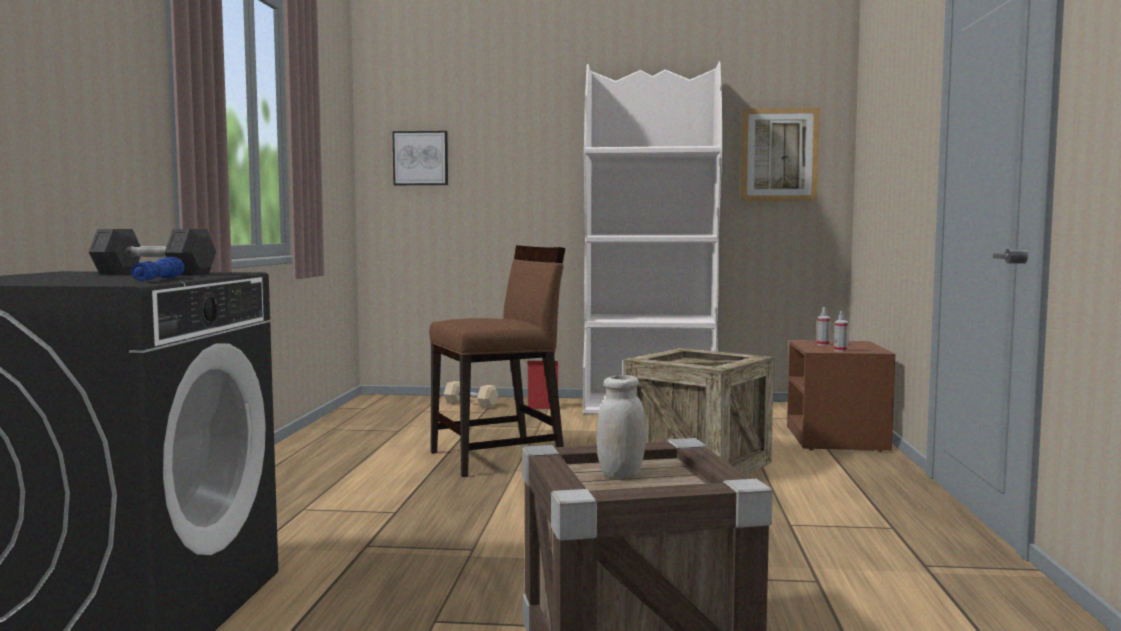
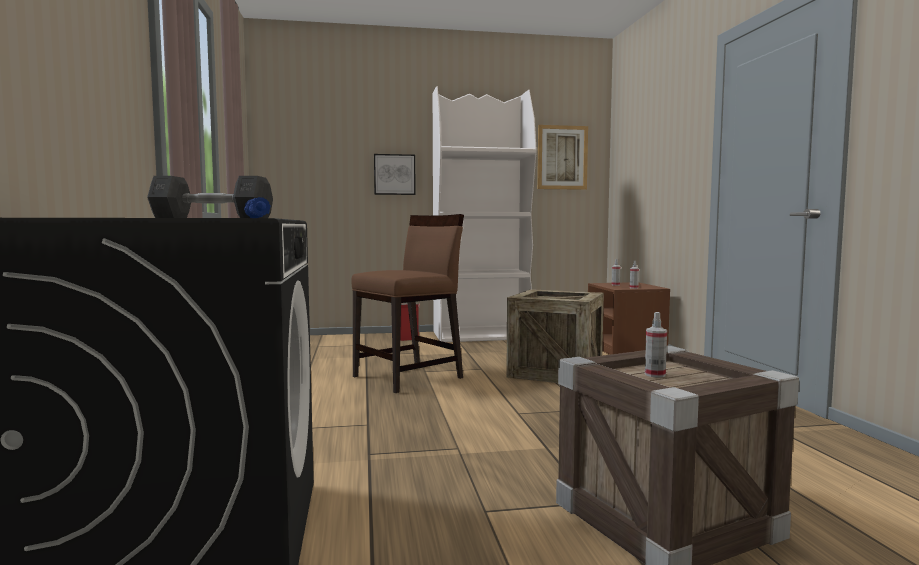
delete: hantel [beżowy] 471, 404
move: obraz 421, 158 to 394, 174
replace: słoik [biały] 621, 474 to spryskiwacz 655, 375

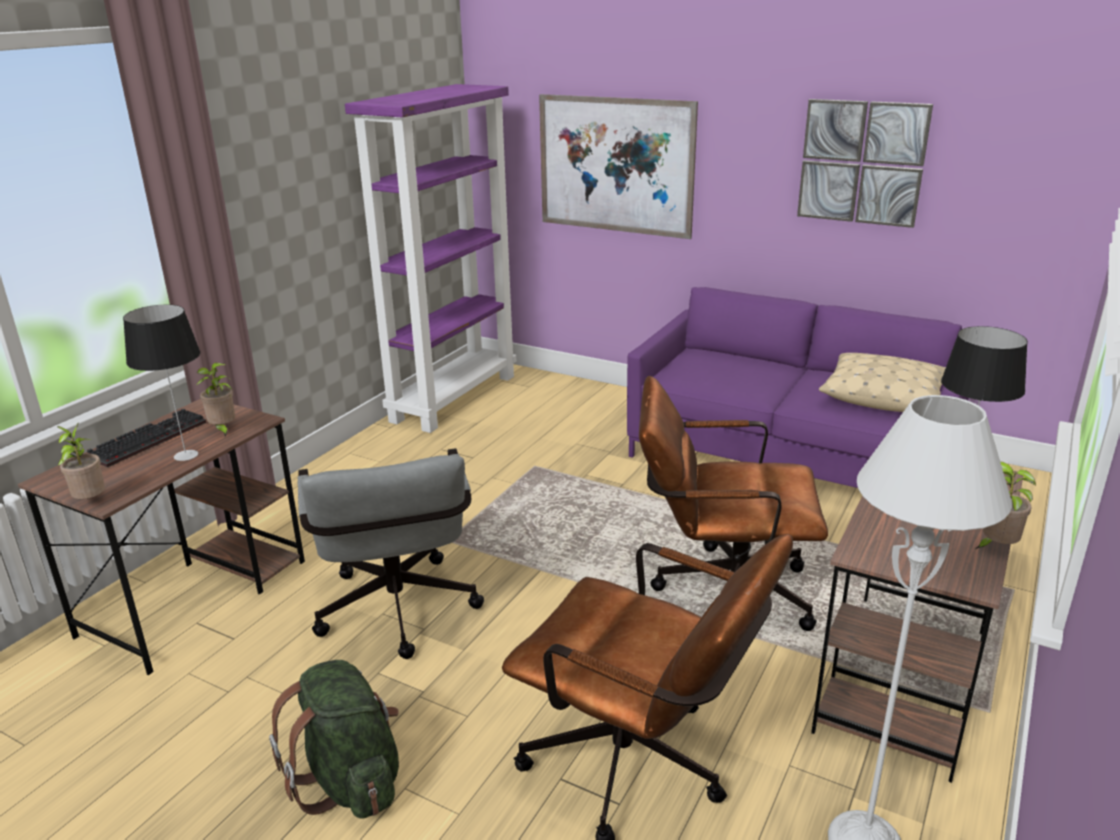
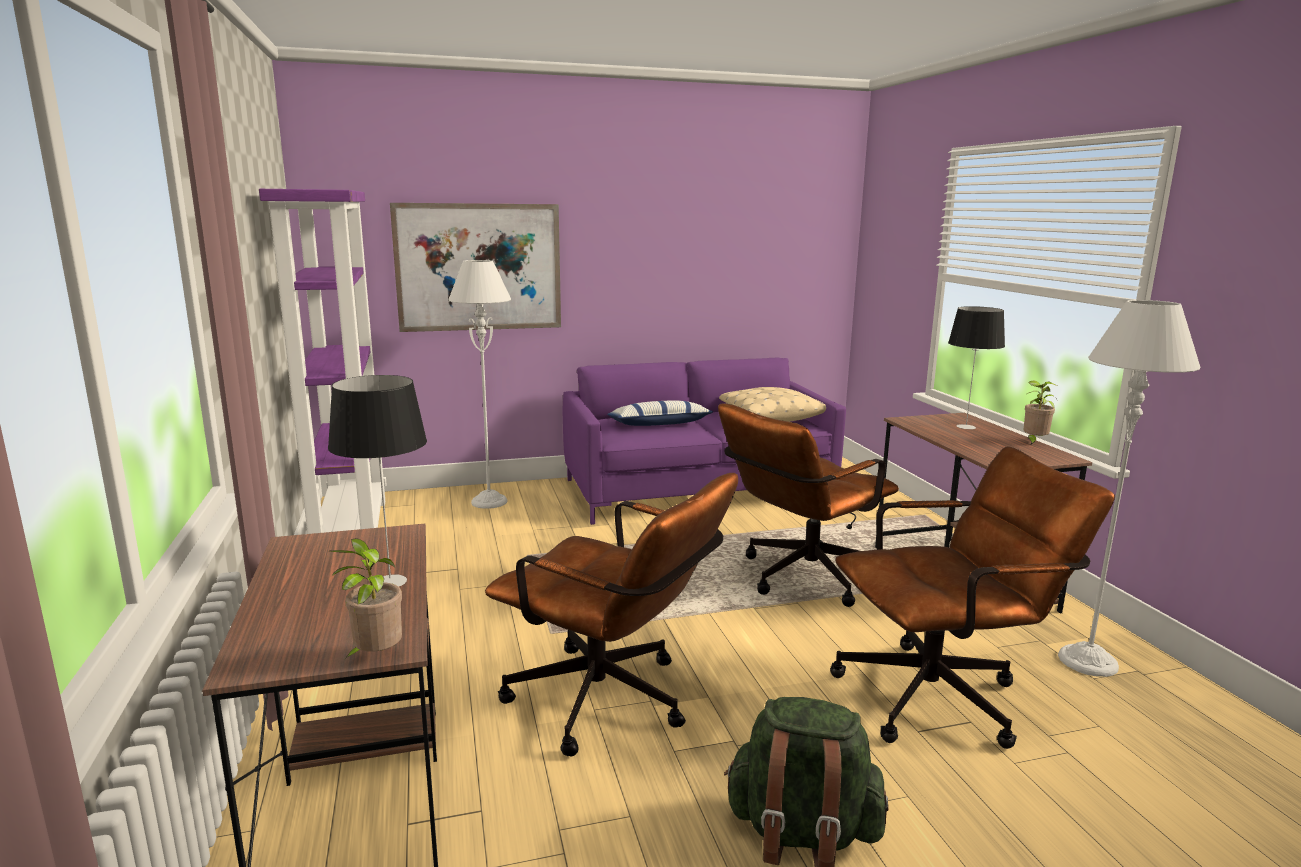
delete: klawiatura 149, 439; roślina doniczkowa 223, 430; obraz 862, 162
insert: lampa stojąca [szary] 489, 502; poduszka 659, 424
recolor: krzesło biurowe [szary] 398, 616 to krzesło biurowe [brązowy] 612, 704

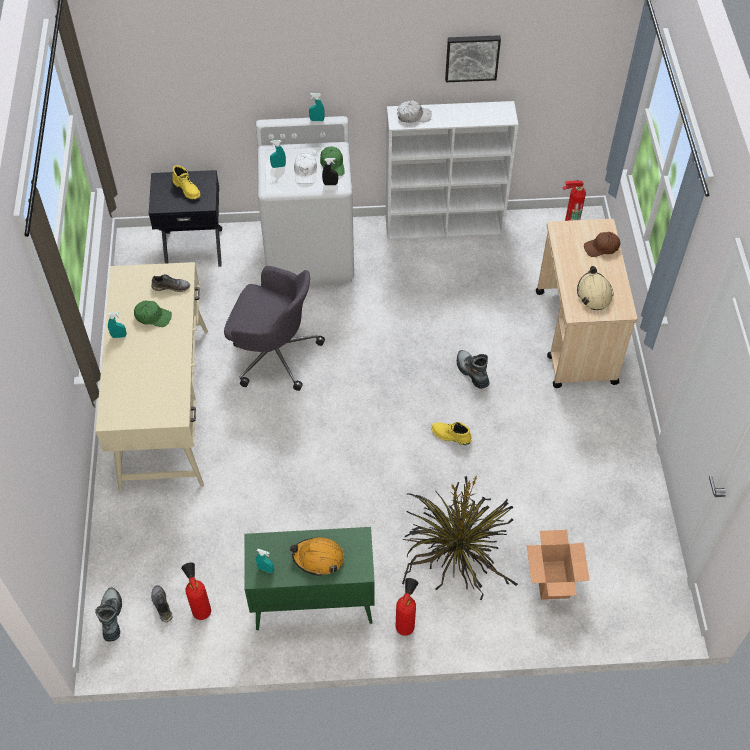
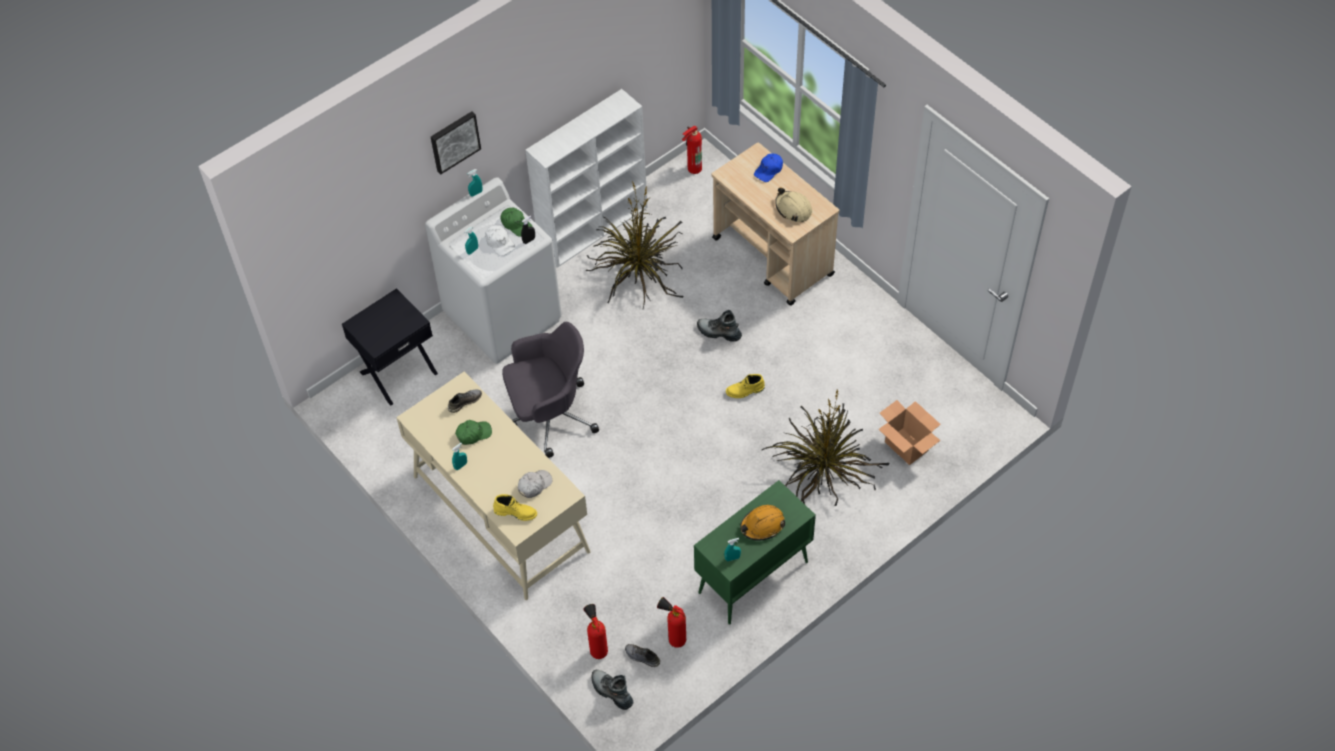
insert: roślina doniczkowa 637, 272
move: but z cholewką [żółty] 187, 189 to 516, 512; gaśnica 406, 623 to 597, 648; czapka z daszkiem [biały] 413, 116 to 534, 485; obraz 472, 57 to 454, 141
recolor: czapka z daszkiem [brązowy] 601, 248 to czapka z daszkiem [niebieski] 769, 170

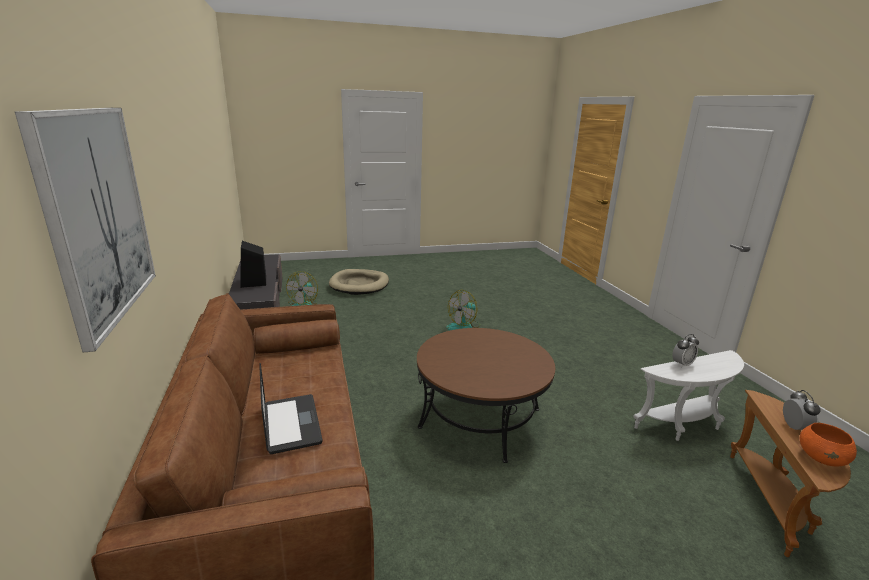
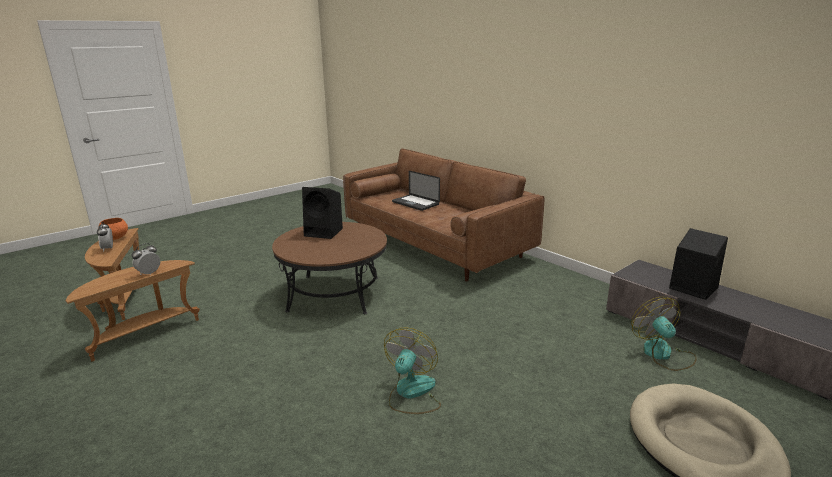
delete: obraz 98, 216
insert: głośnik [czarny] 324, 232
recolor: stolik [biały] 685, 425 to stolik [brązowy] 144, 334

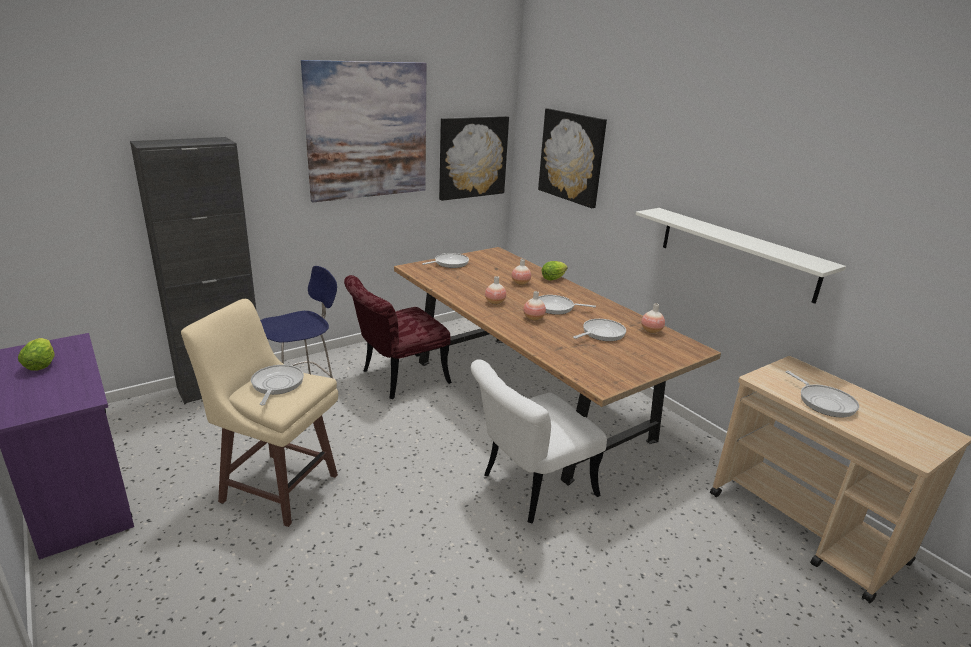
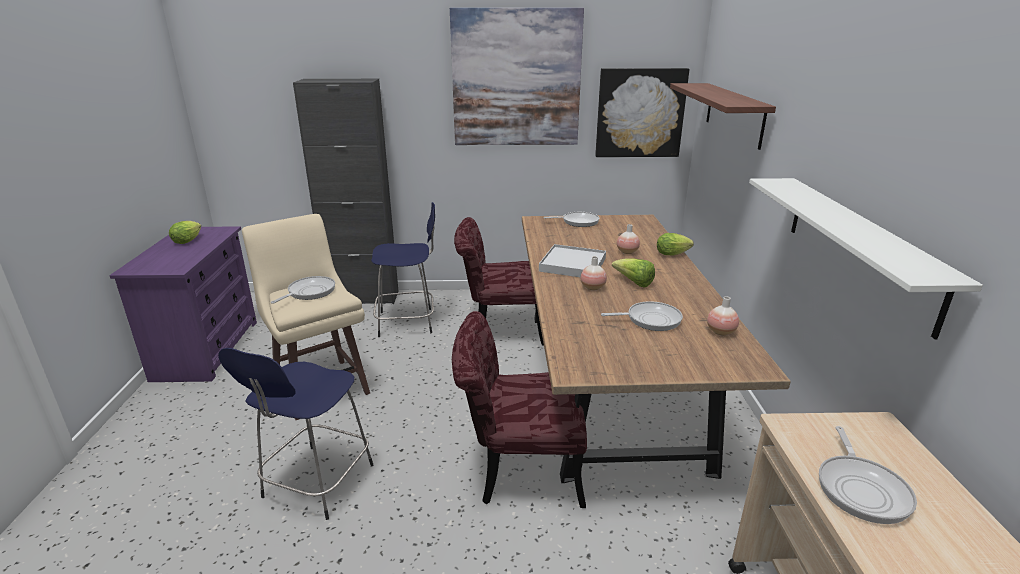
insert: stołek [niebieski] 316, 483
replace: wazon 495, 302 to taca [biały] 573, 264; obraz 572, 157 to półka 734, 114; patelnia 556, 308 to sałata 634, 283
recolor: krzesło [biały] 529, 488 to krzesło [czerwony] 518, 470

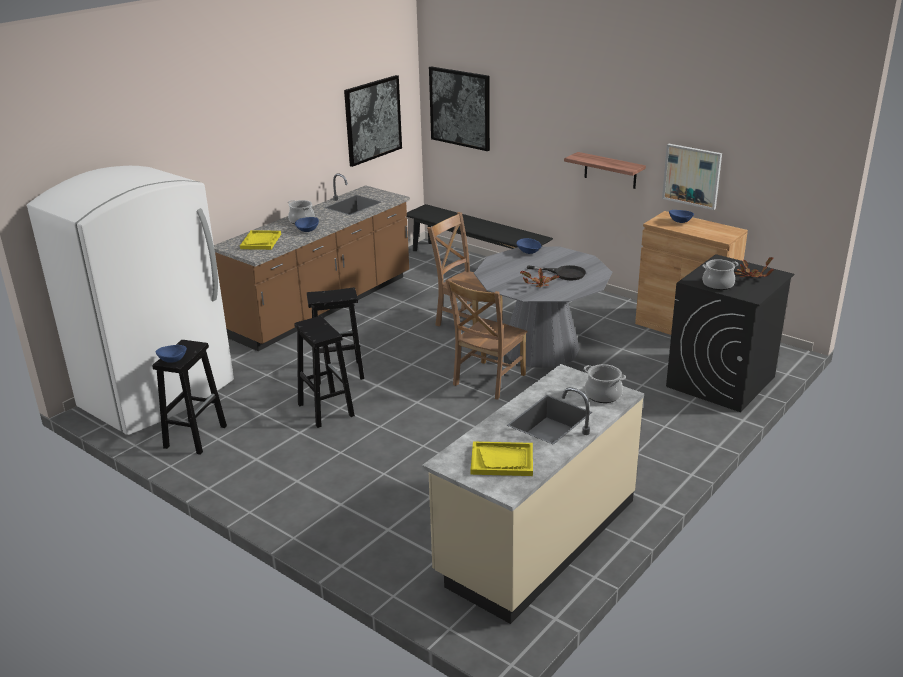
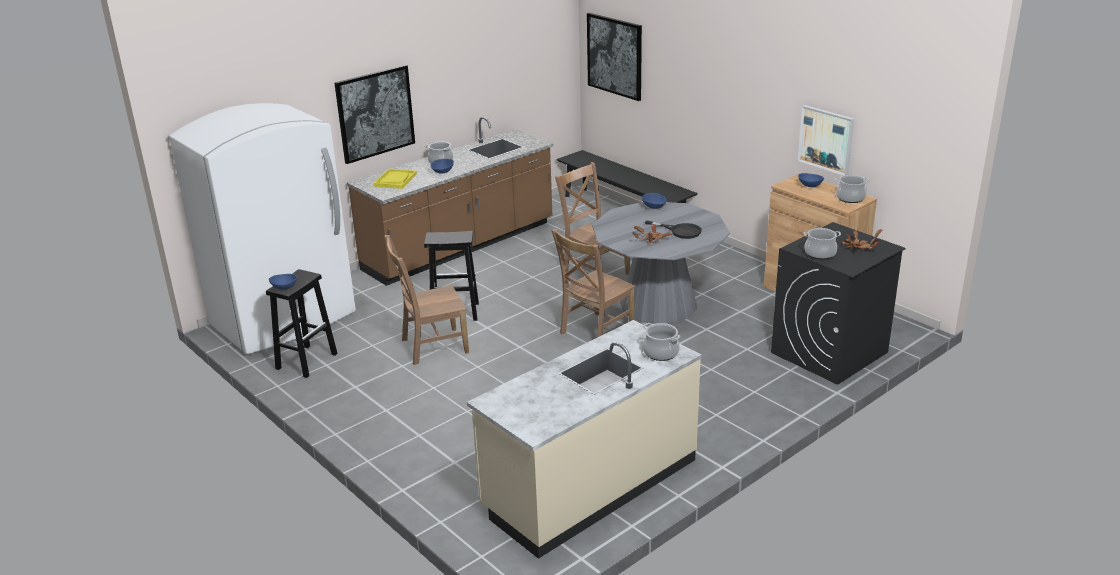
delete: taca [żółty] 502, 460; półka 610, 170
insert: garnek 850, 198
move: obraz 373, 120 to 375, 113
replace: stołek [czarny] 325, 409 to krzesło [brązowy] 431, 346

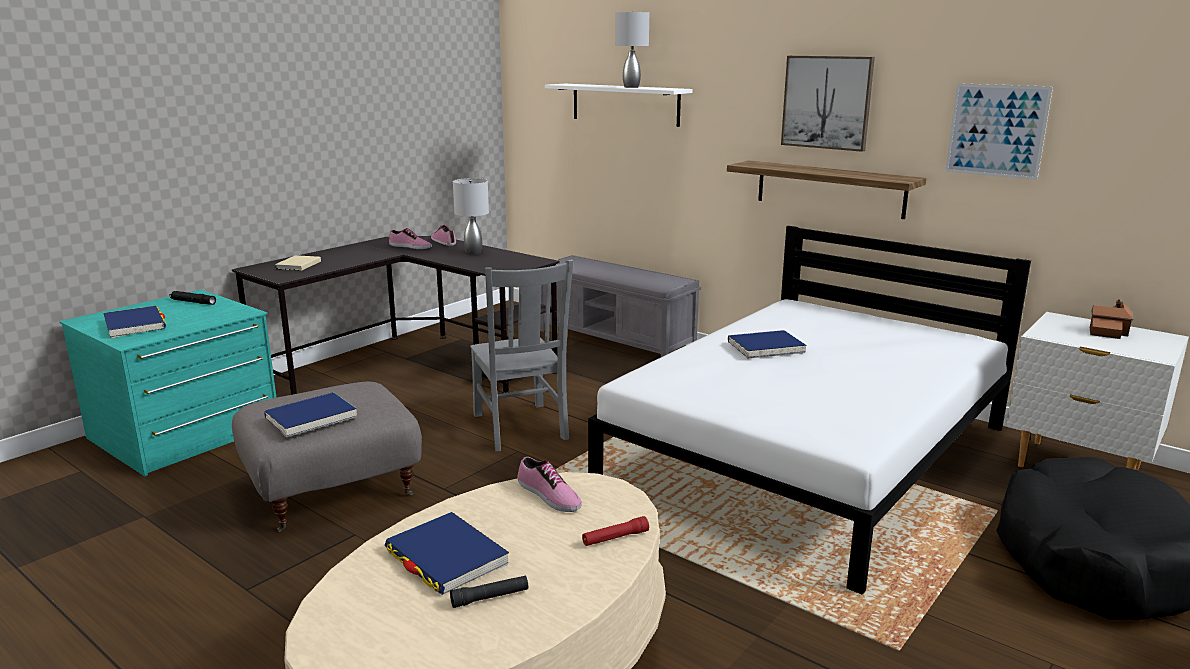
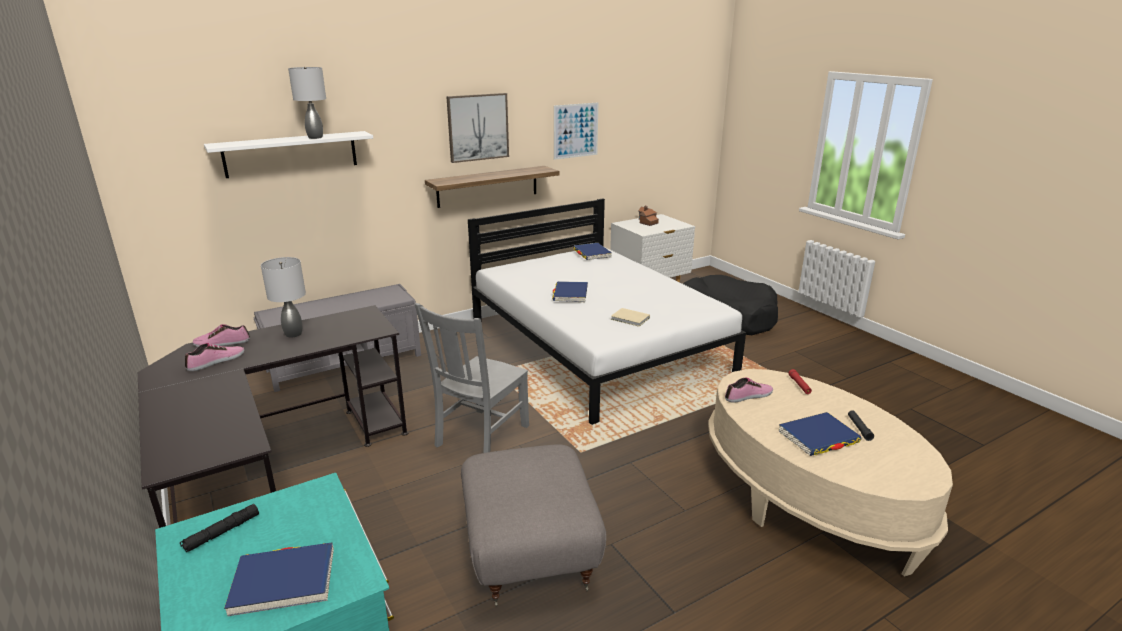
move: książka [niebieski] 311, 418 to 592, 253; książka [beżowy] 297, 265 to 630, 319
rotate: krzesło [szary] 520, 428 = 480, 437 120 degrees clockwise

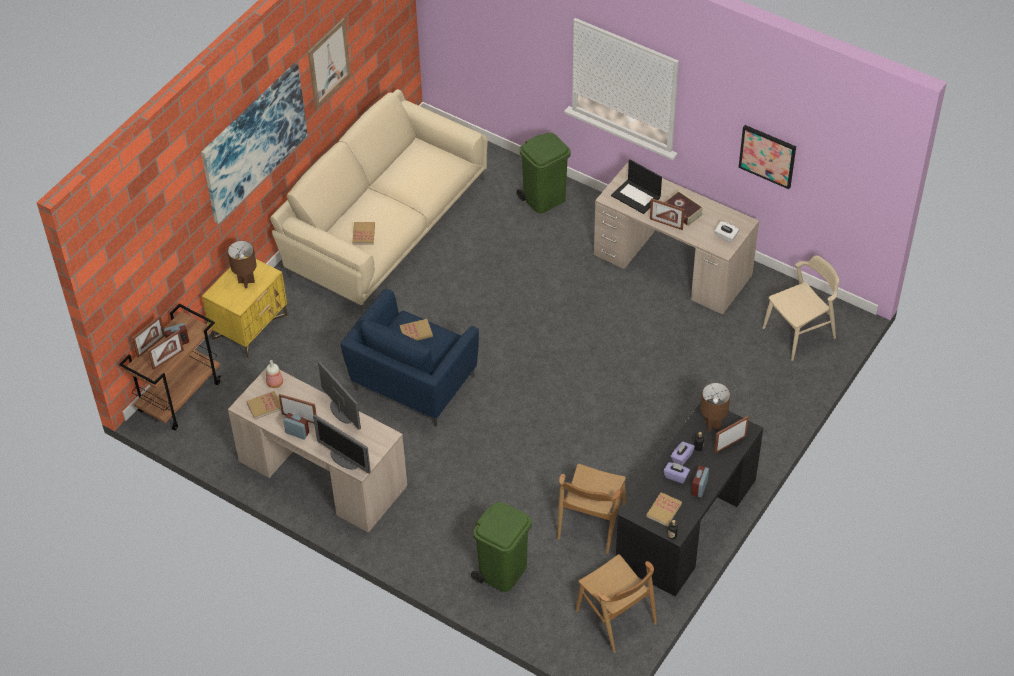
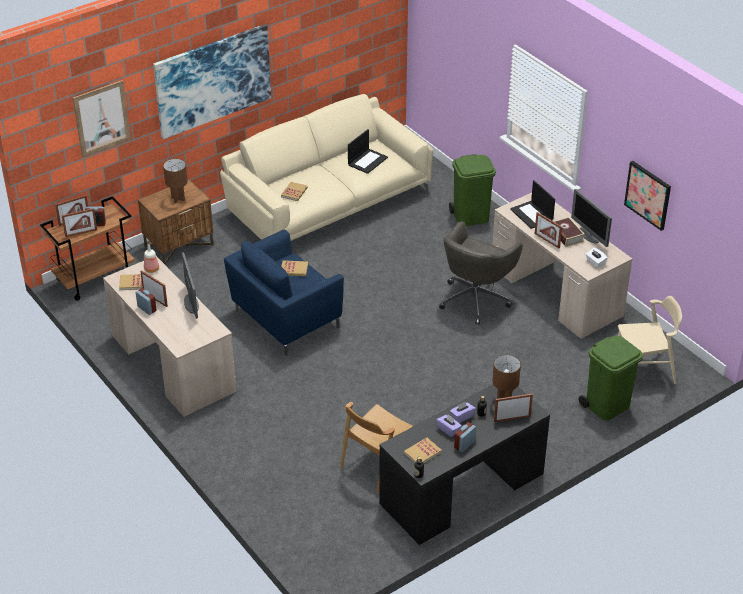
delete: krzesło [brązowy] 616, 617
insert: laptop 367, 161; krzesło biurowe [szary] 475, 299
move: obraz 329, 63 to 102, 118; monitor 344, 460 to 589, 235; kosz na śmieci [zielony] 503, 571 to 607, 405
recolor: szafka nocna [żółty] 250, 327 to szafka nocna [brązowy] 179, 245

